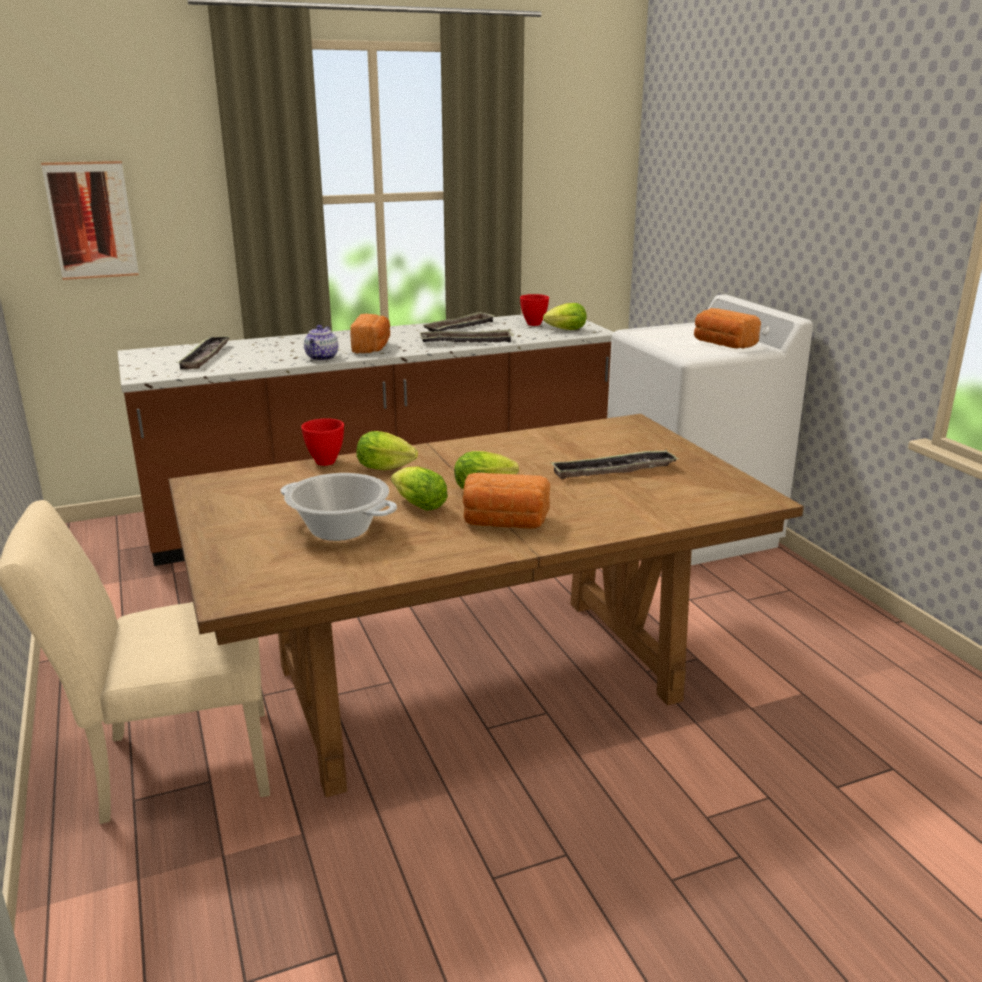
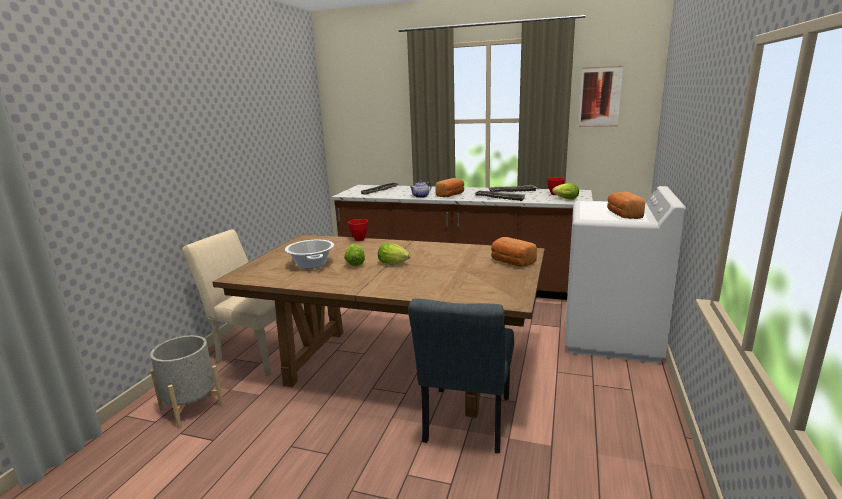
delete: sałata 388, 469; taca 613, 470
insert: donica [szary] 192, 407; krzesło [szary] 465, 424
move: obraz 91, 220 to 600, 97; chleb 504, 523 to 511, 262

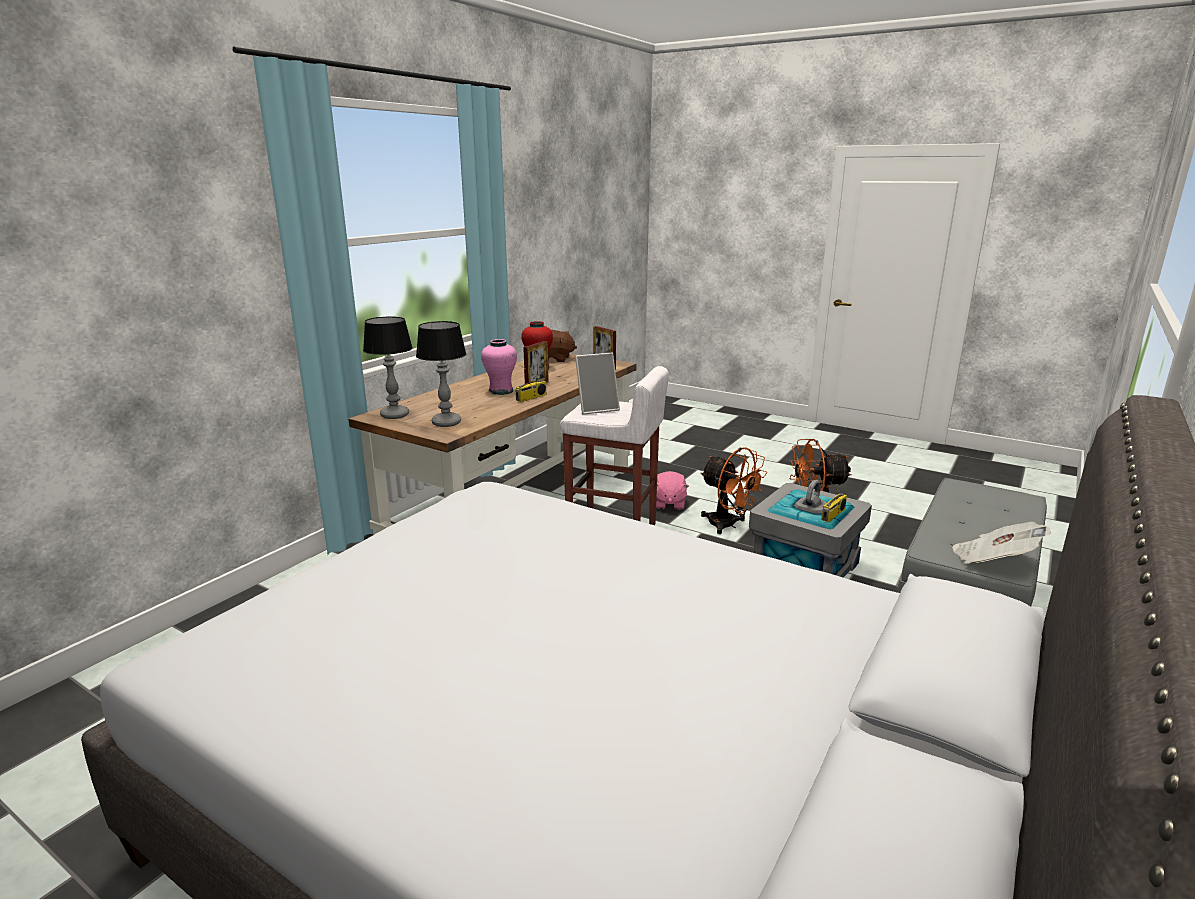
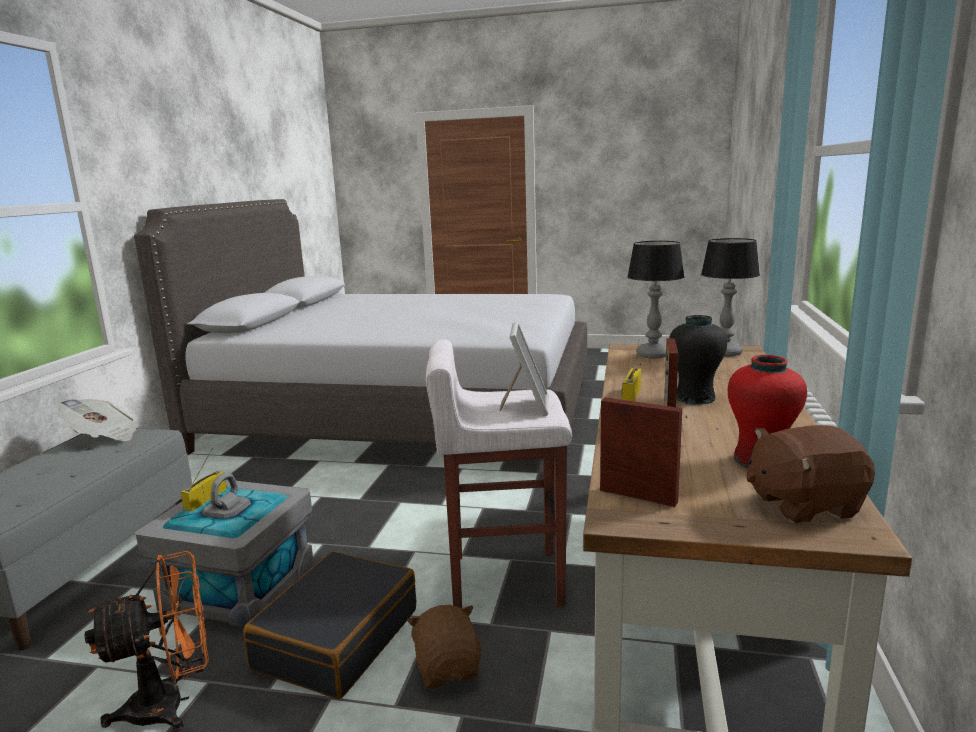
replace: wentylator [pomarańczowy] 728, 525 to walizka [czarny] 337, 639
recolor: wazon [różowy] 501, 391 to wazon [czarny] 694, 398; pluszak [różowy] 669, 504 to pluszak [brązowy] 448, 668
rotate: ramka na zdjęcie 597, 408 = 526, 406 135 degrees clockwise

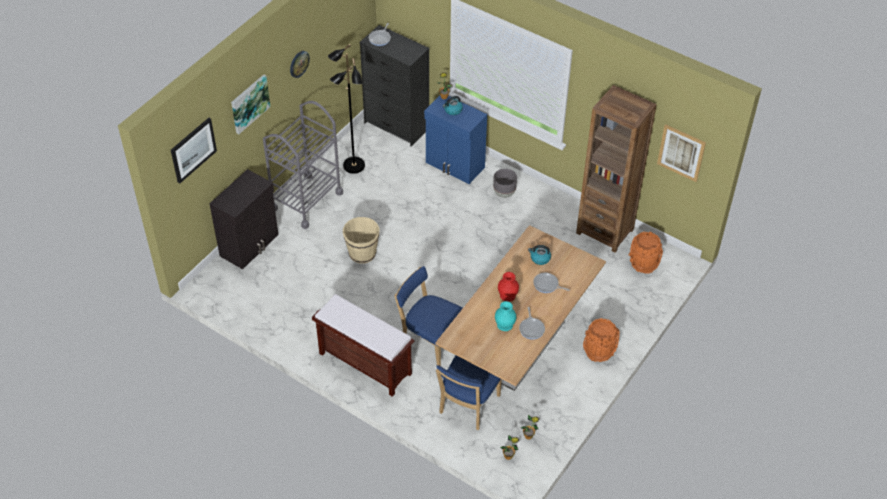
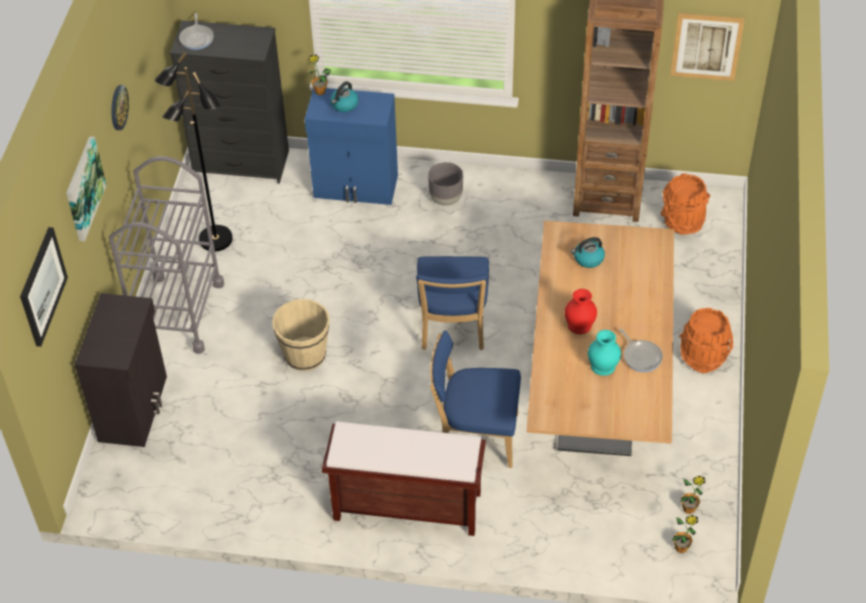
delete: patelnia 547, 285
move: krzesło [niebieski] 467, 406 to 452, 328

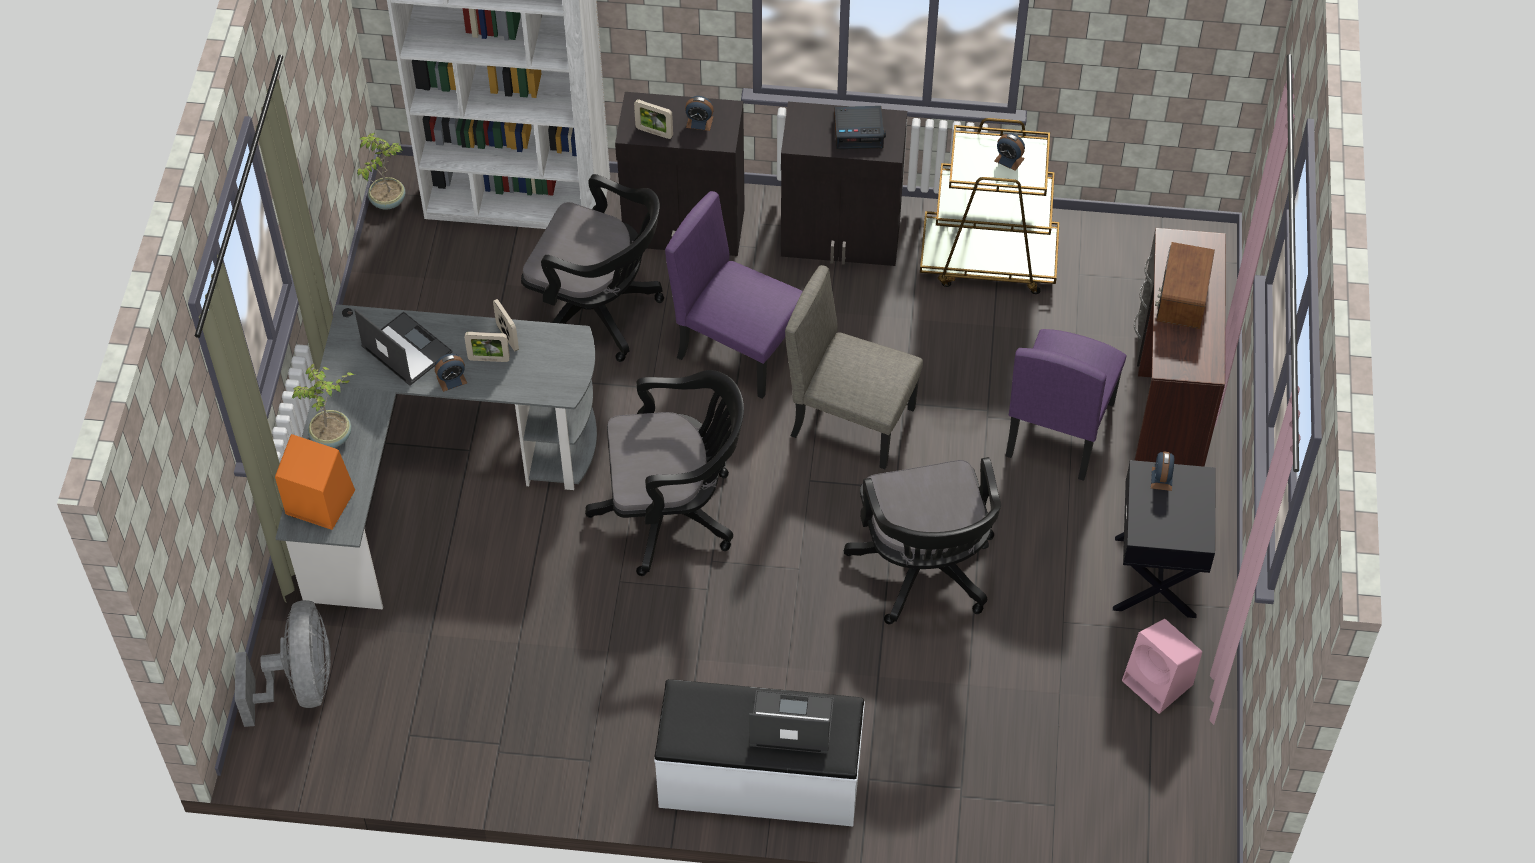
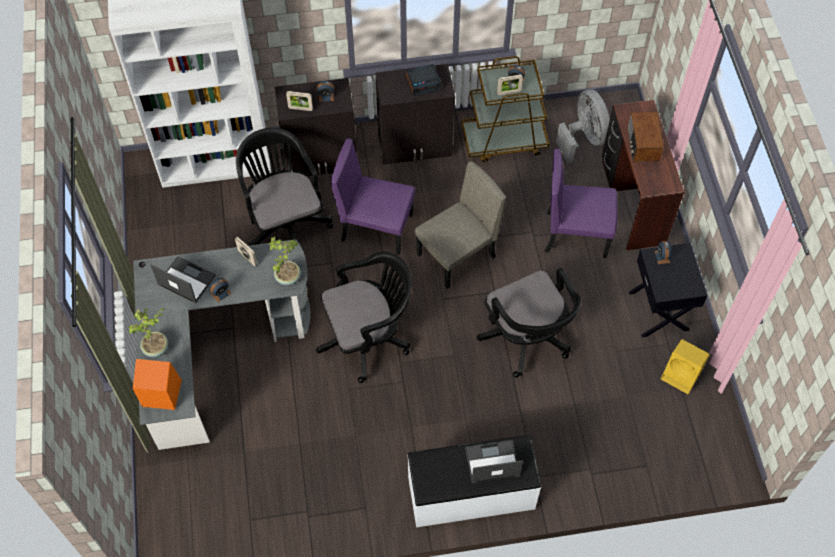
move: wentylator [szary] 300, 685 to 584, 138; roślina doniczkowa 387, 201 to 287, 277; ramka na zdjęcie 489, 359 to 509, 92
recolor: głośnik [różowy] 1159, 683 to głośnik [żółty] 682, 375
rotate: krzesło biurowe [czarny] 598, 313 = 285, 223 120 degrees counterclockwise; krzesło [beżowy] 853, 421 = 457, 256 135 degrees clockwise; krzesło [fioletowy] 1058, 429 = 576, 234 90 degrees clockwise

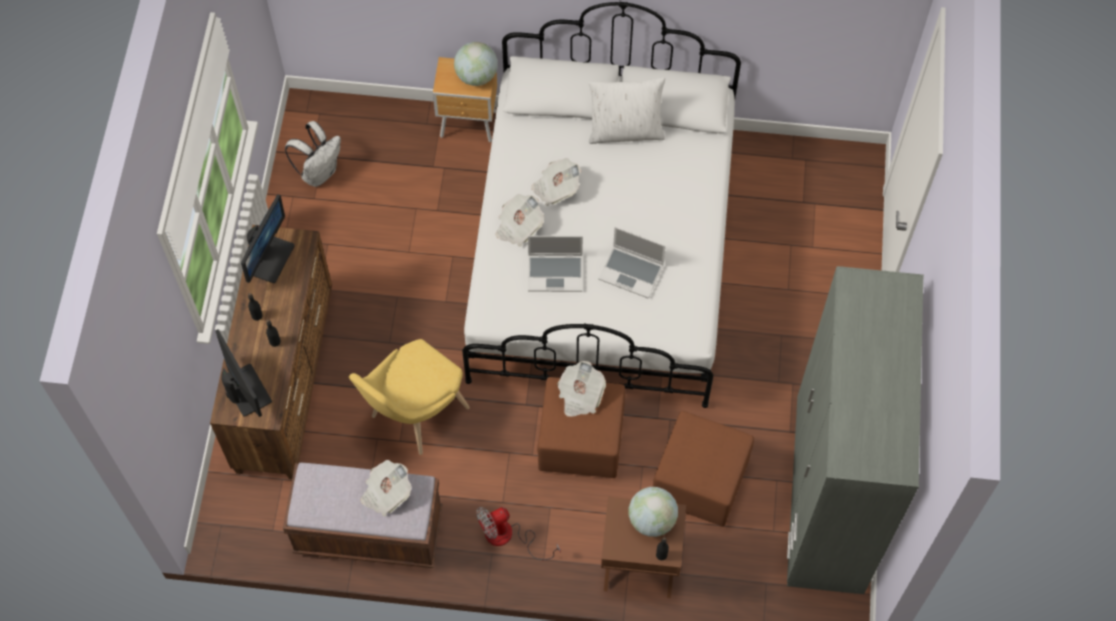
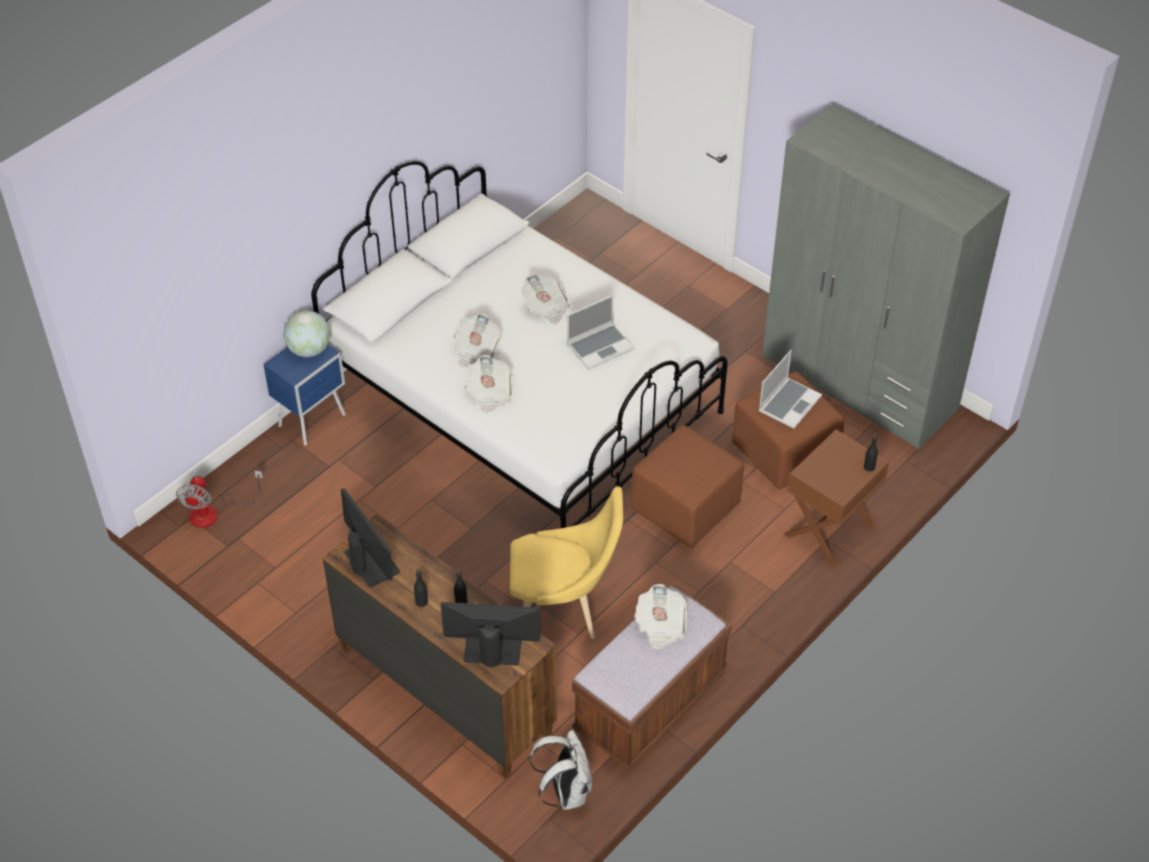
delete: poduszka [biały] 625, 130; globus 652, 520
move: plecak [biały] 319, 172 to 565, 792; wentylator 508, 537 to 213, 512; laptop 556, 273 to 789, 403; gazeta 580, 395 to 546, 308
recolor: szafka nocna [brązowy] 469, 125 to szafka nocna [niebieski] 314, 420
rotate: krzesło [żółty] 414, 416 = 563, 610 75 degrees counterclockwise

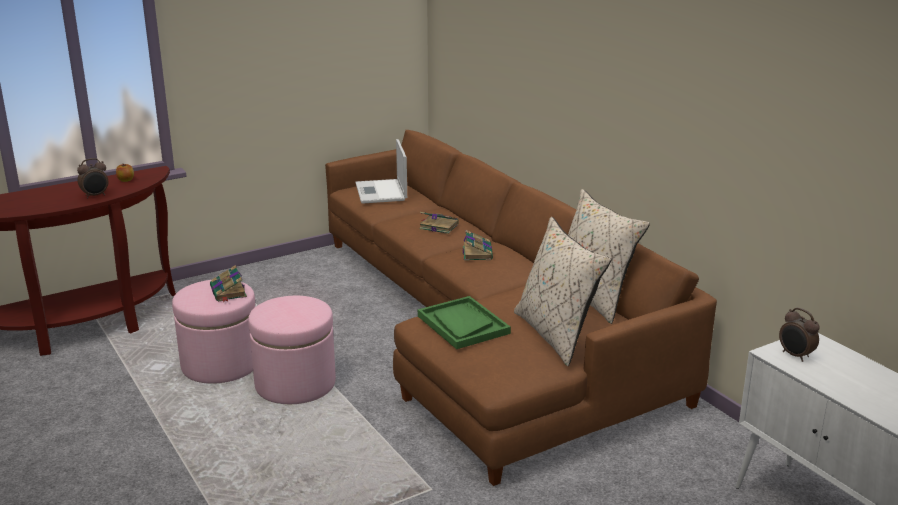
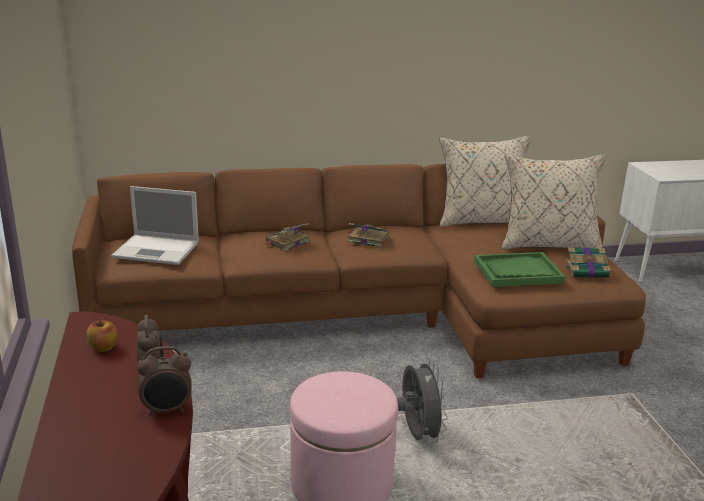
move: książka 228, 292 to 587, 271; budzik 795, 356 to 167, 410
replace: pufa [różowy] 295, 384 to wentylator [szary] 418, 435

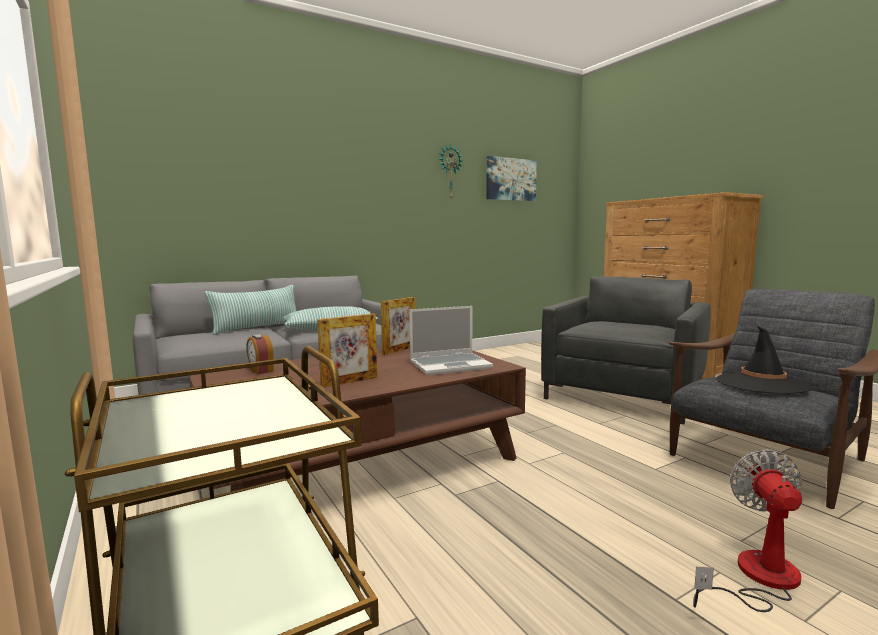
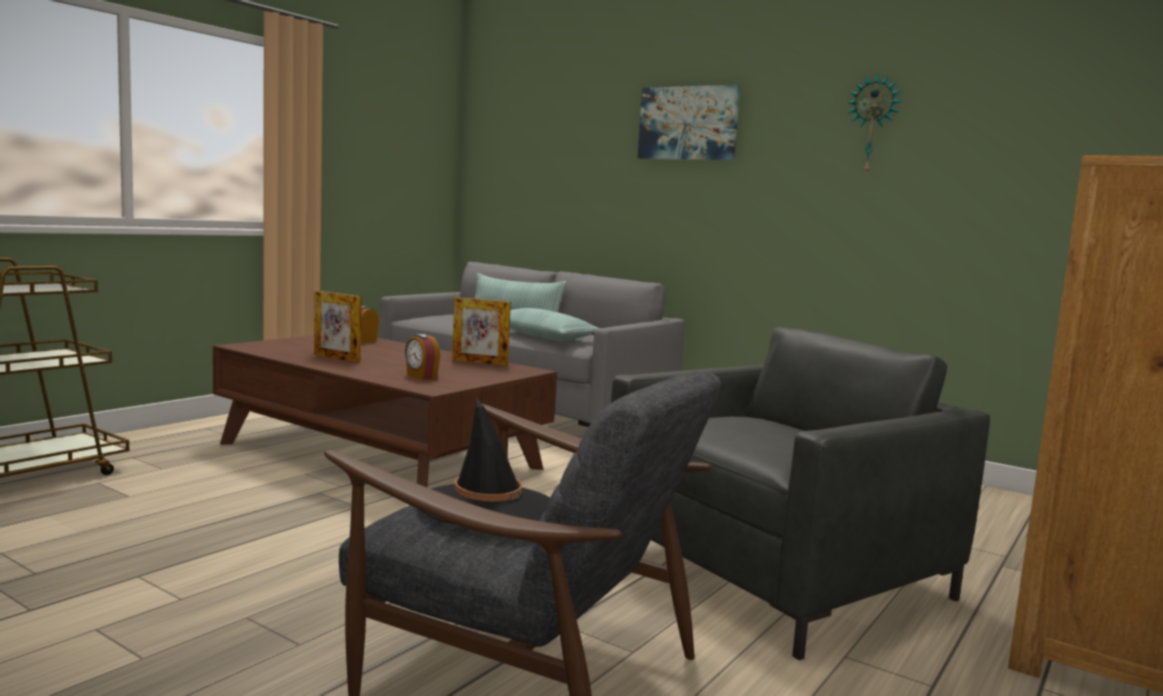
delete: wentylator 756, 578
move: obraz 511, 179 to 688, 123
replace: laptop 450, 365 to budzik 421, 376
rotate: fotel [szary] 624, 394 = 777, 574 45 degrees counterclockwise

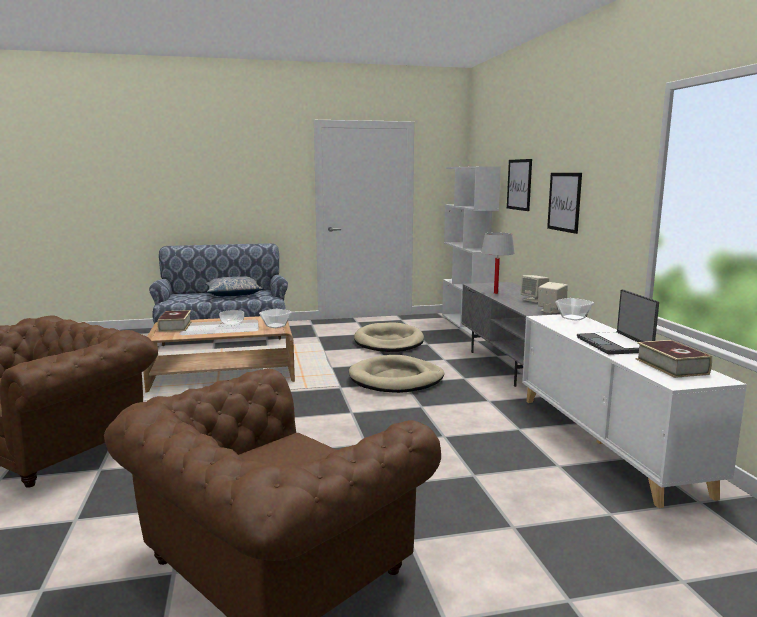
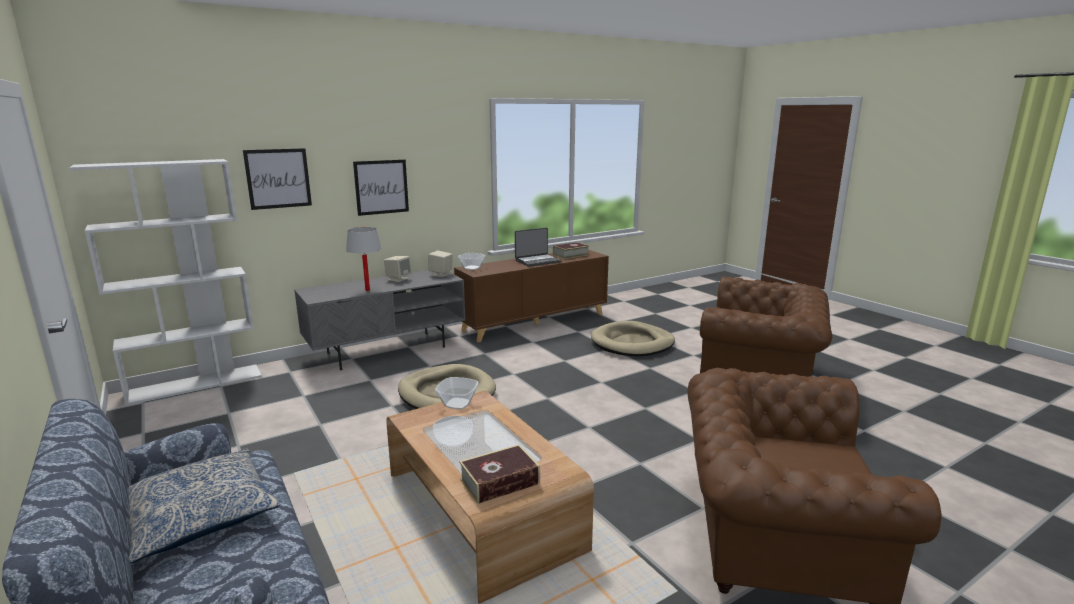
move: legowisko [beżowy] 389, 342 to 632, 343
recolor: szafka [biały] 606, 442 to szafka [brązowy] 534, 322

